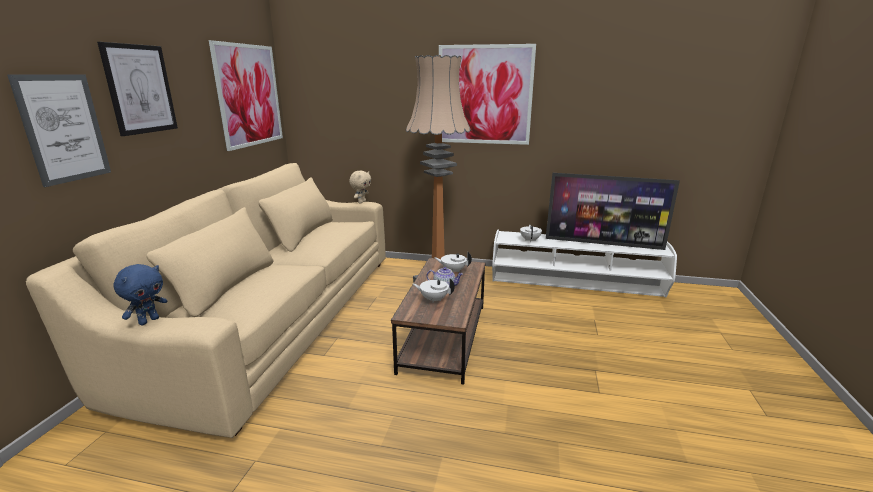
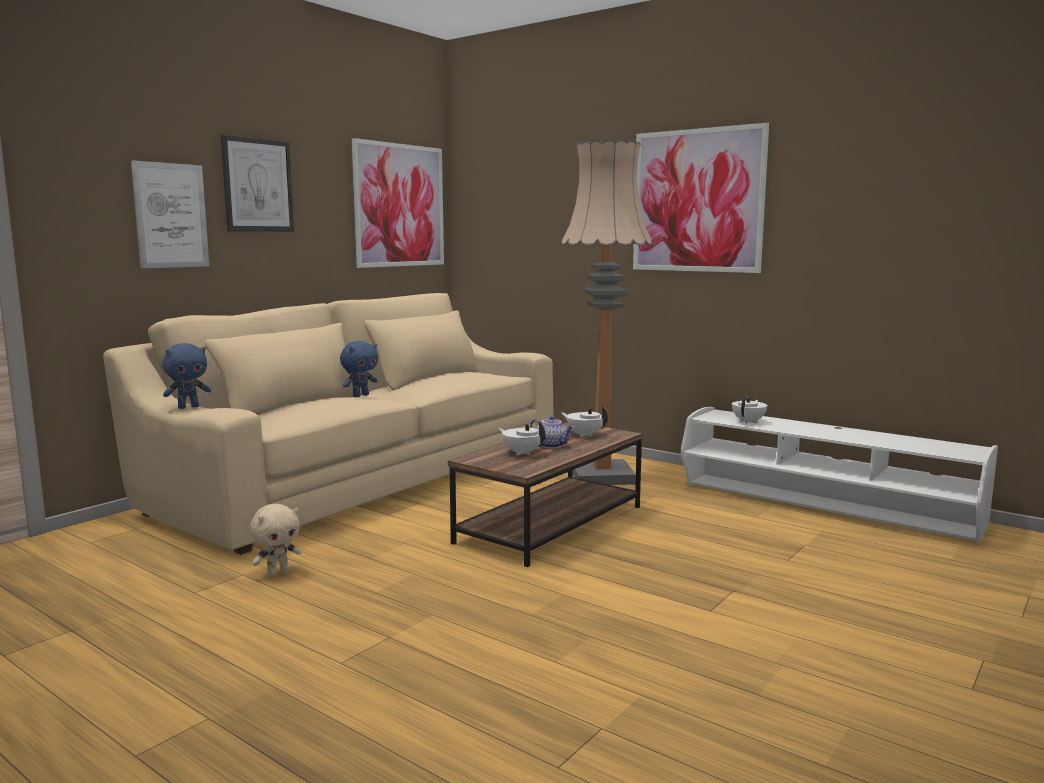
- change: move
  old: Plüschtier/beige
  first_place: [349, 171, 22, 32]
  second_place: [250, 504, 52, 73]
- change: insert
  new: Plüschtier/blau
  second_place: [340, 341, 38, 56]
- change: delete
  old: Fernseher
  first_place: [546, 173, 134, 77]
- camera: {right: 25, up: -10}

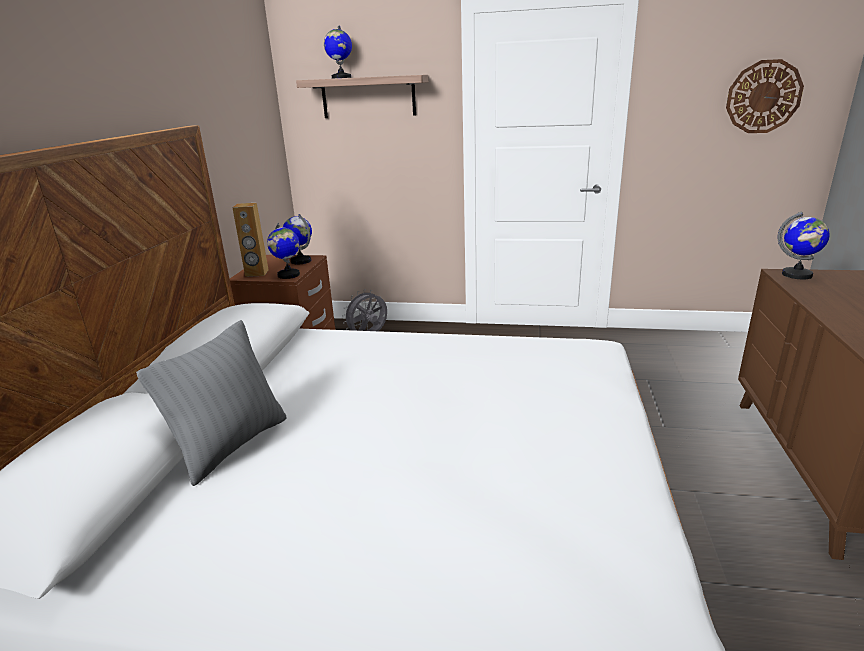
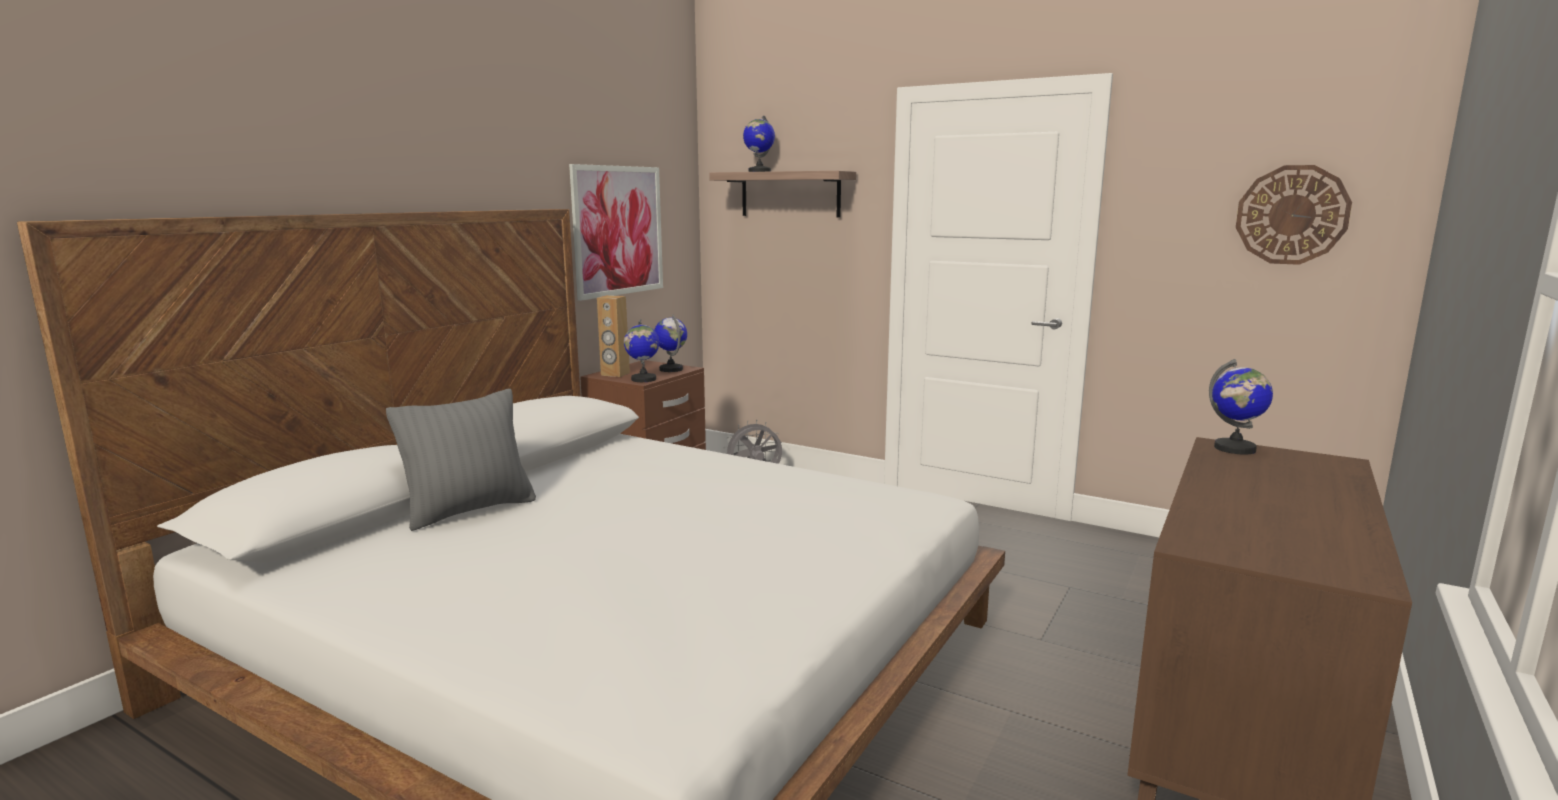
- change: insert
  new: Bild
  second_place: [569, 164, 94, 137]
- camera: {right: 20, up: -10}

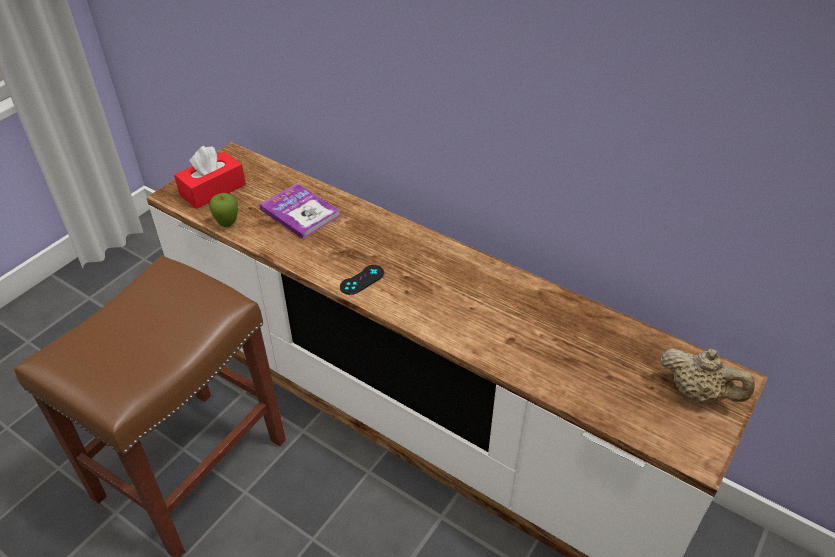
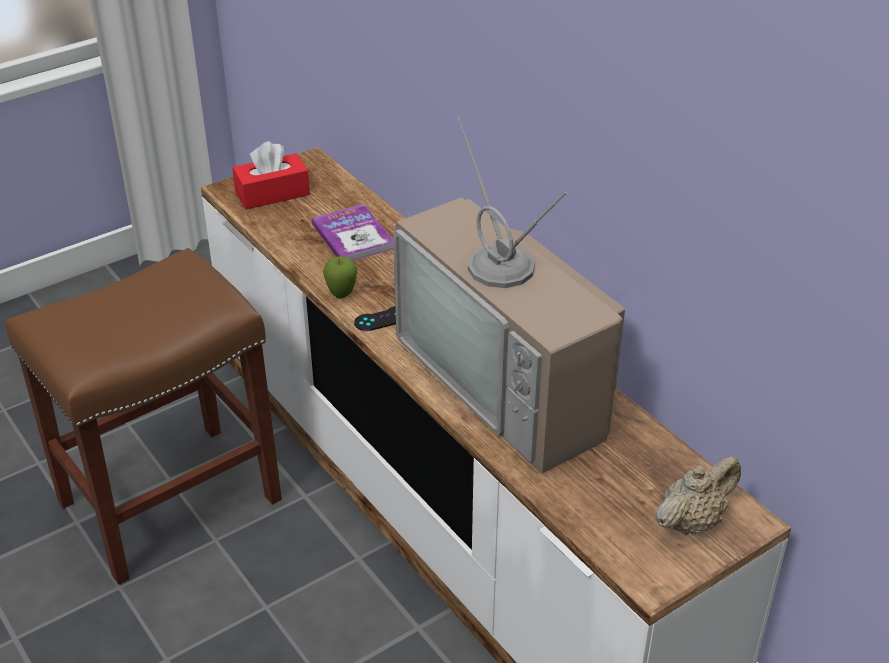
- change: move
  old: Apfel
  first_place: [210, 193, 28, 34]
  second_place: [323, 256, 34, 42]
- change: insert
  new: Fernseher
  second_place: [393, 116, 232, 358]
- change: rotate
  old: Teekanne/beige
  first_place: [660, 349, 95, 54]
  second_place: [655, 456, 86, 79]
  degrees: -90
- camera: {right: 20, up: -5}

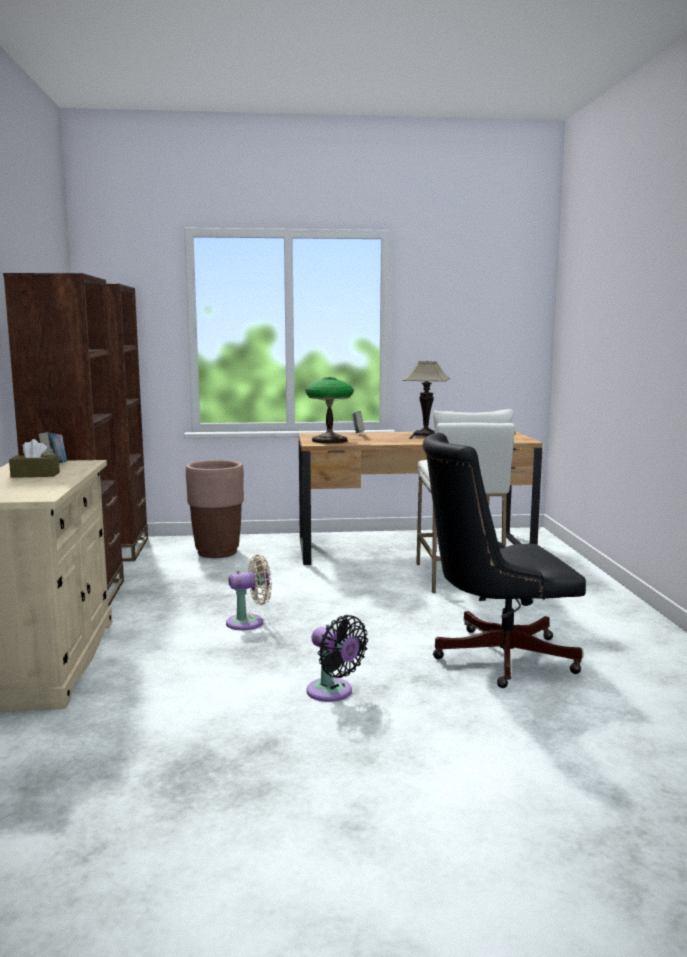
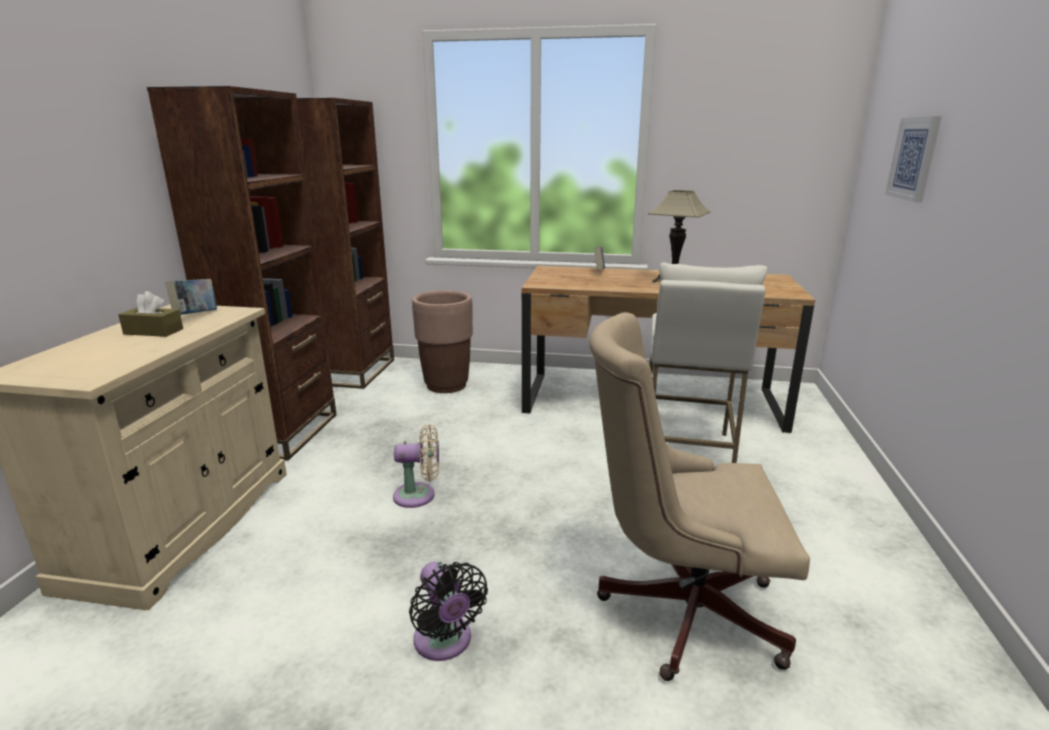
- change: recolor
  old: Bürostuhl/schwarz
  new: Bürostuhl/beige
  first_place: [423, 432, 163, 256]
  second_place: [589, 312, 221, 369]
- change: insert
  new: Bild
  second_place: [885, 116, 57, 87]
- change: delete
  old: Tischlampe
  first_place: [305, 378, 49, 65]
- camera: {right: 15, up: 10}

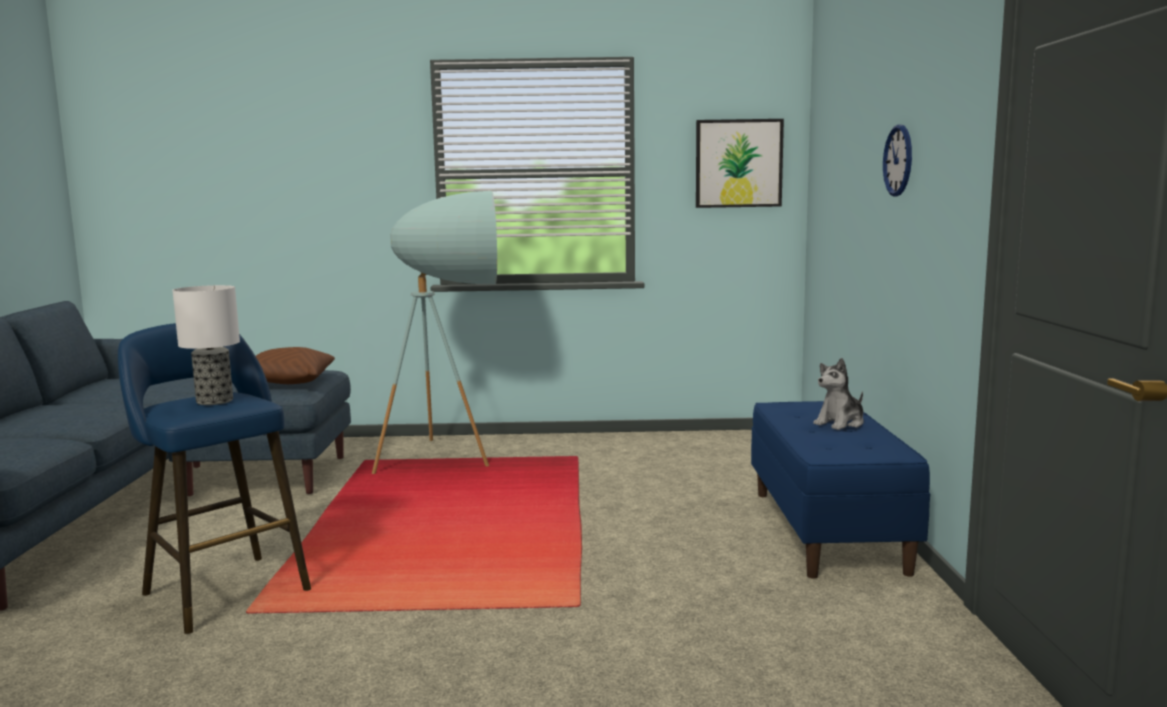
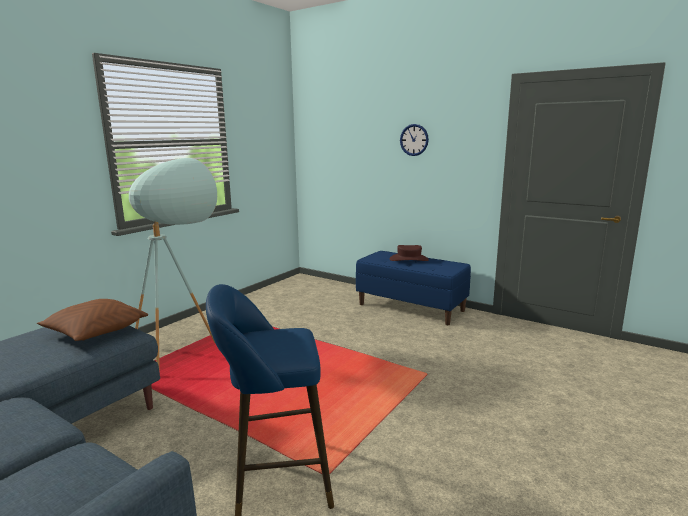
- change: replace
  old: Plüschtier
  new: Hut/braun
  first_place: [813, 358, 51, 72]
  second_place: [390, 245, 39, 16]
- change: delete
  old: Tischlampe
  first_place: [172, 285, 68, 120]
- change: delete
  old: Bild
  first_place: [696, 119, 88, 89]
- camera: {right: -55, up: 5}

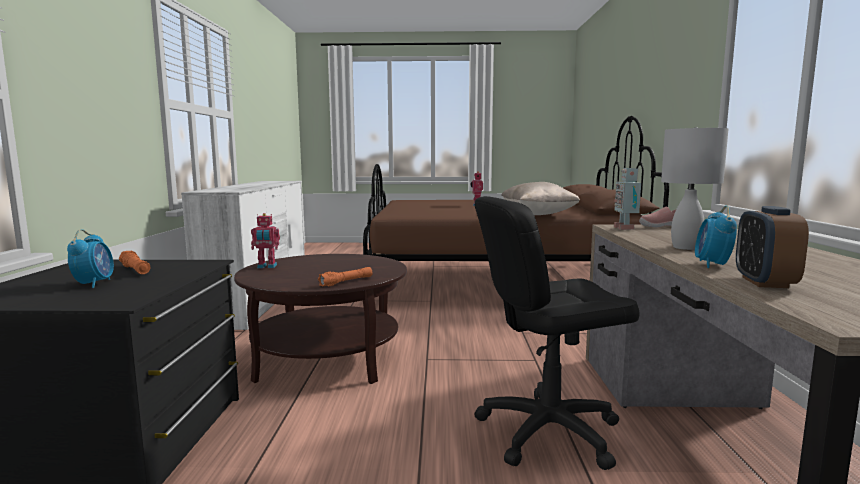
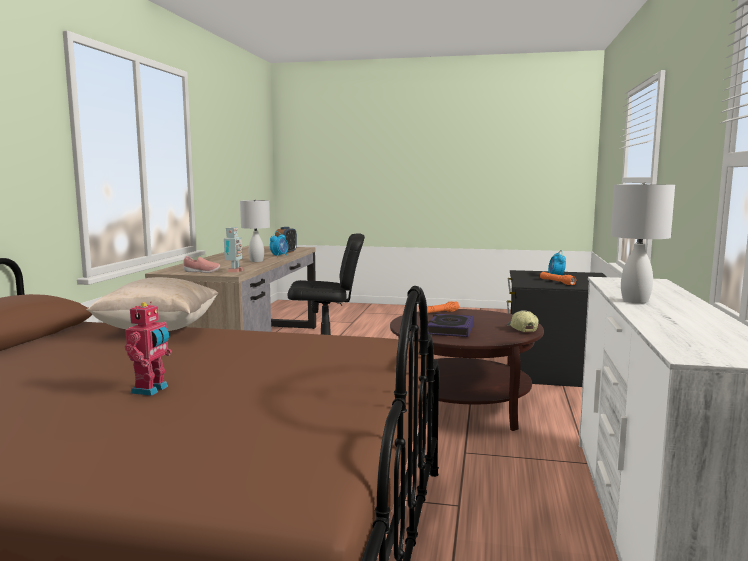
- change: insert
  new: Buch
  second_place: [428, 314, 46, 23]
- change: replace
  old: Spielzeugroboter
  new: Kappe
  first_place: [251, 213, 29, 56]
  second_place: [507, 310, 32, 22]
- change: insert
  new: Tischlampe/weiß
  second_place: [611, 182, 64, 121]
- camera: {right: -170, up: 0}

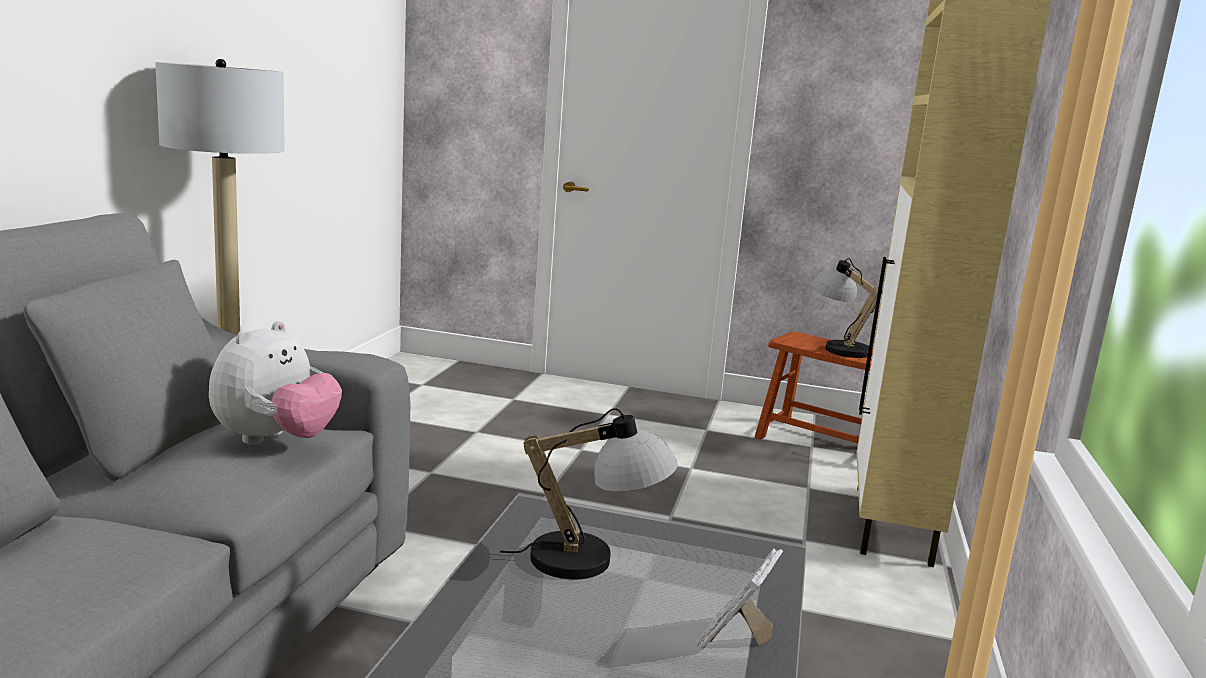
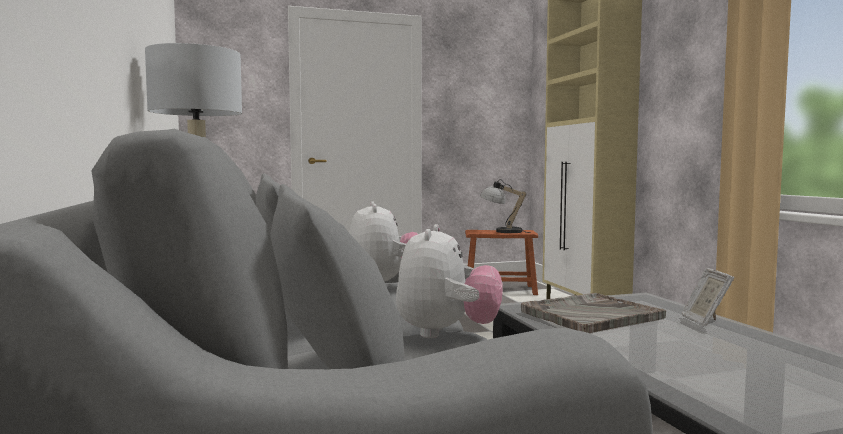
- change: insert
  new: Plüschtier
  second_place: [396, 224, 107, 114]
- change: replace
  old: Tischlampe
  new: Tablett/grau
  first_place: [500, 408, 178, 172]
  second_place: [521, 293, 145, 40]
- camera: {right: -30, up: -10}

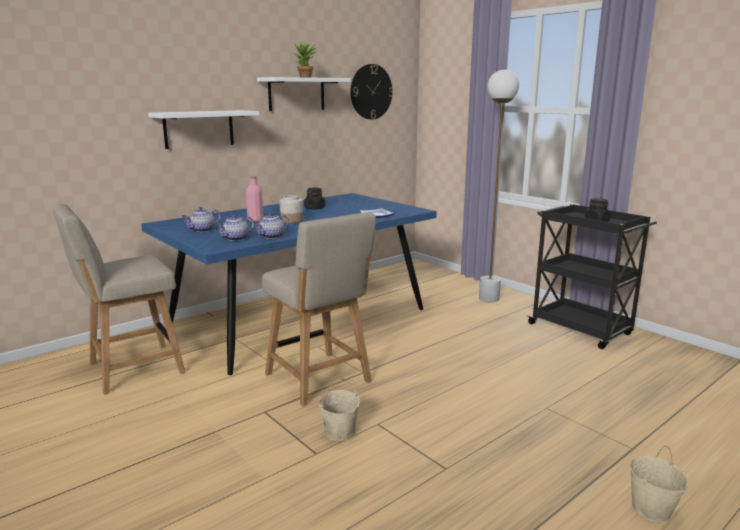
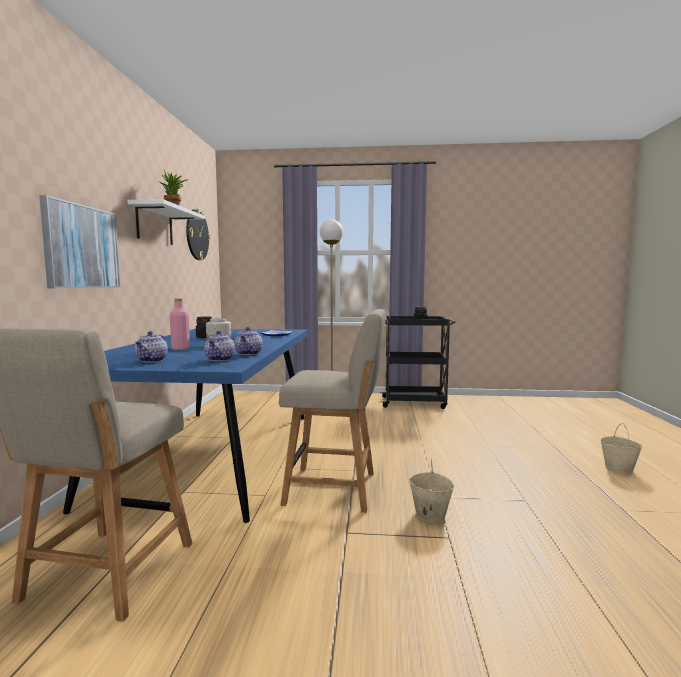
- change: replace
  old: Wandregal/weiß
  new: Bild
  first_place: [148, 110, 111, 39]
  second_place: [39, 195, 81, 93]
- camera: {right: -45, up: -10}

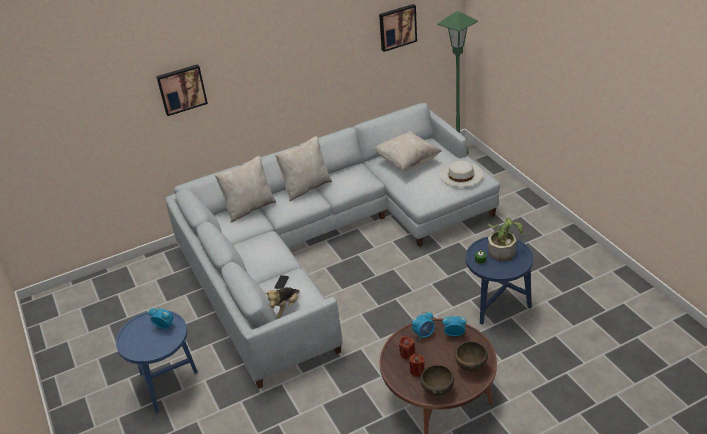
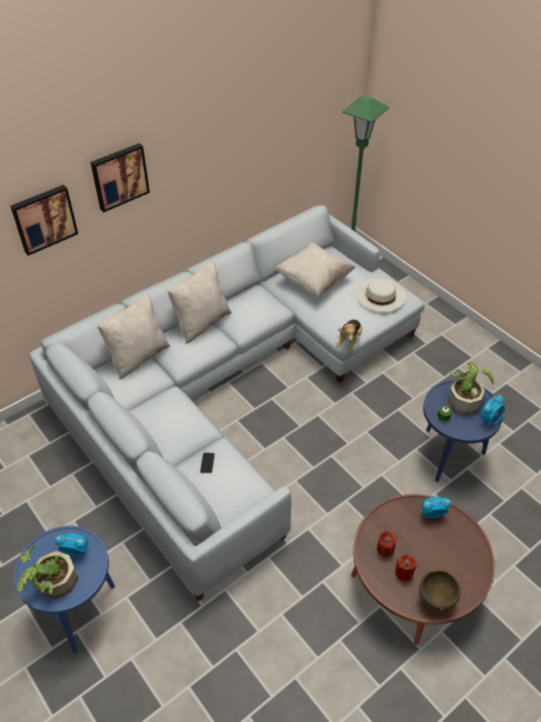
- change: insert
  new: Topfpflanze
  second_place: [17, 544, 61, 55]
- change: move
  old: Bild
  first_place: [379, 4, 38, 48]
  second_place: [91, 143, 59, 69]
- change: move
  old: Plüschtier
  first_place: [265, 287, 35, 32]
  second_place: [336, 319, 26, 33]
- change: move
  old: Wecker
  first_place: [412, 312, 23, 29]
  second_place: [481, 395, 24, 33]
- change: delete
  old: Schüssel/braun
  first_place: [455, 342, 33, 30]
- camera: {right: -15, up: 10}

